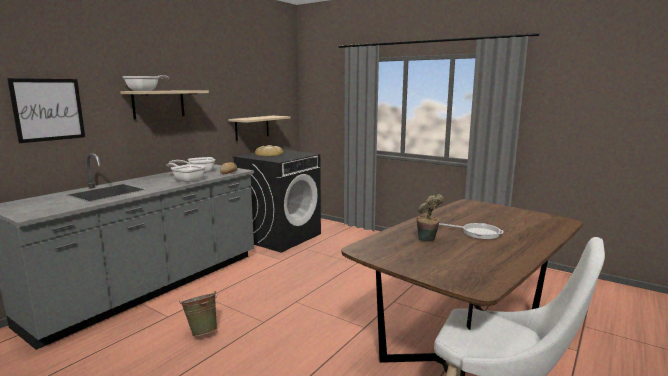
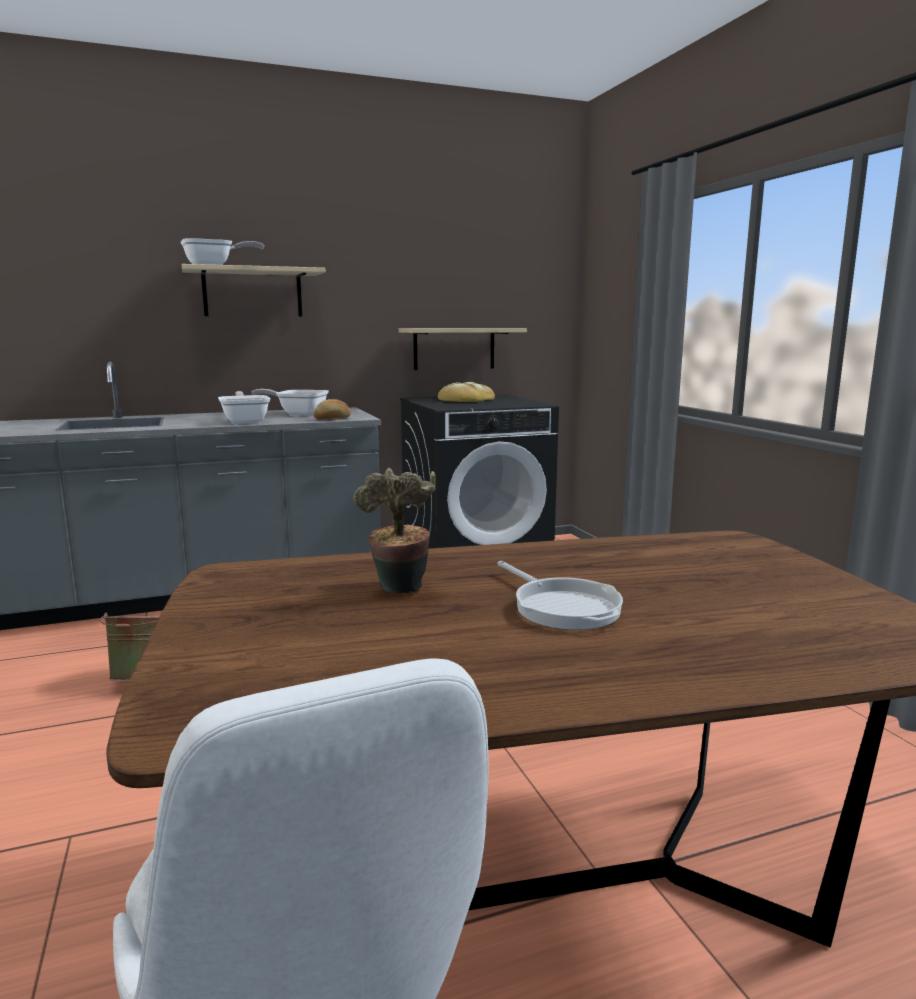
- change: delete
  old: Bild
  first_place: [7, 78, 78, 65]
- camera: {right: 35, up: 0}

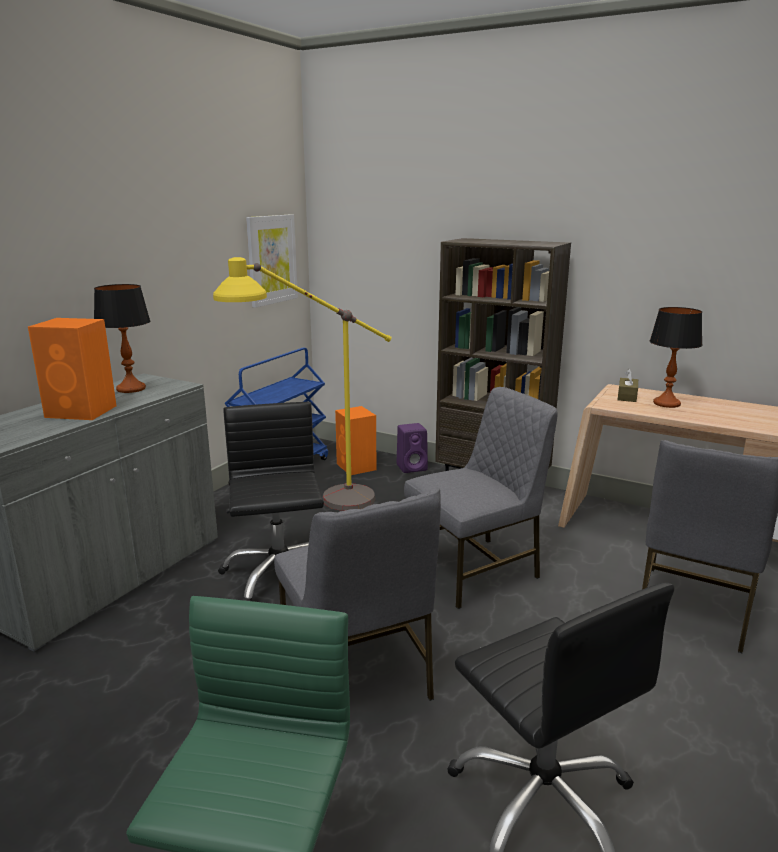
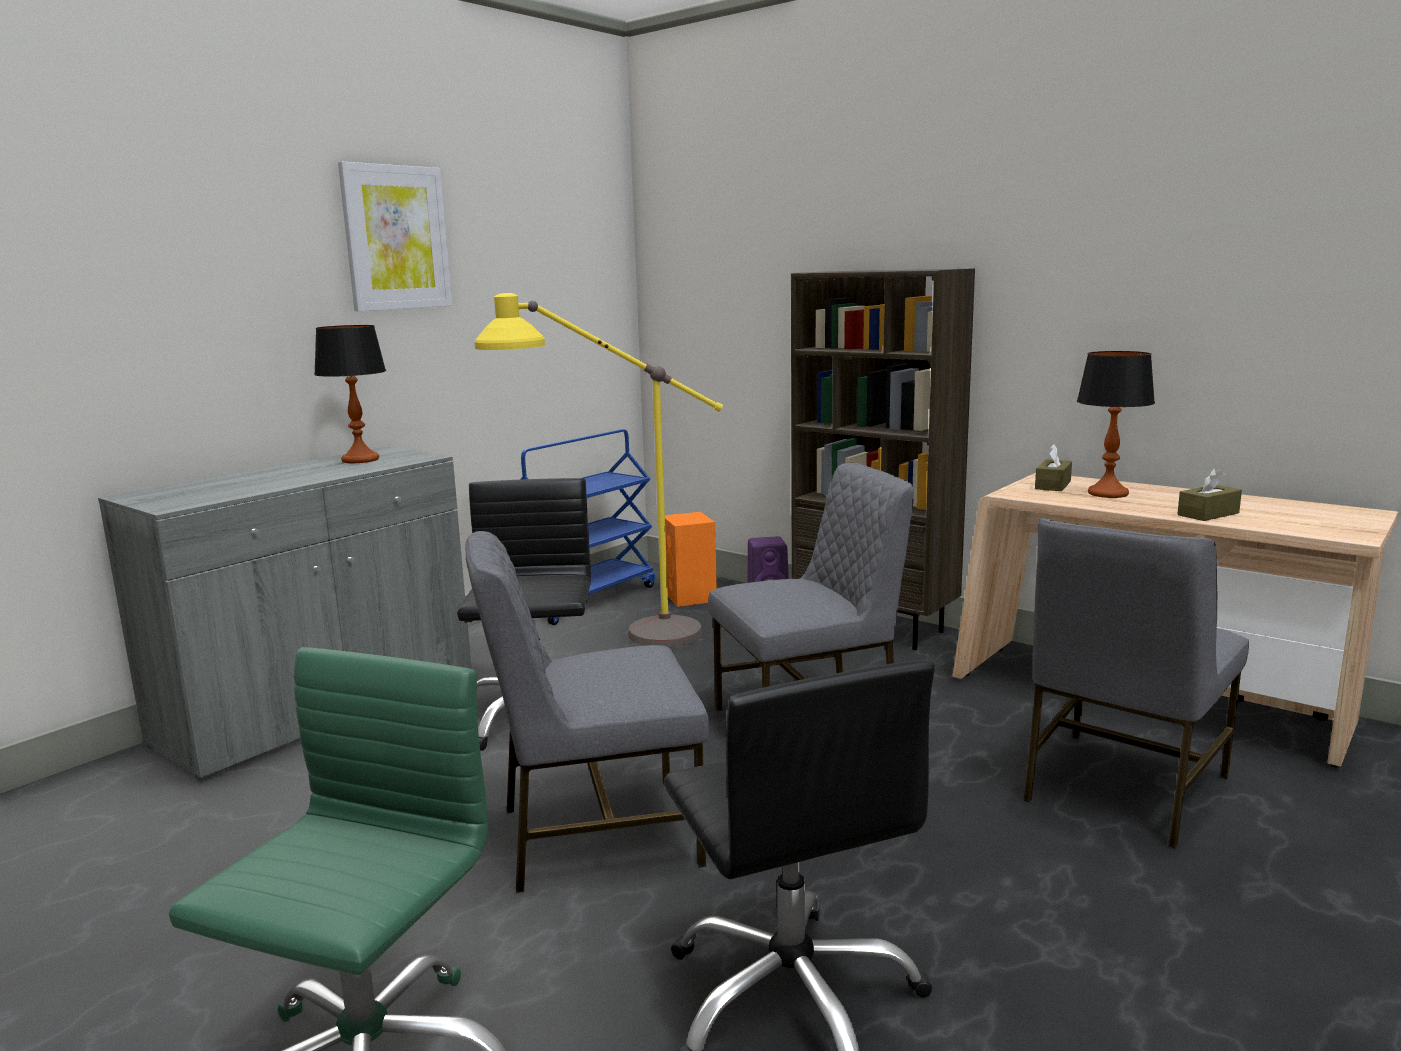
- change: move
  old: Bild
  first_place: [246, 214, 52, 94]
  second_place: [338, 162, 114, 149]
- change: rotate
  old: Stuhl/grau
  first_place: [274, 488, 167, 213]
  second_place: [465, 531, 244, 362]
  degrees: 90
- change: insert
  new: Taschentuchbox/braun
  second_place: [1177, 467, 65, 54]
- change: delete
  old: Lautsprecher/orange
  first_place: [28, 318, 89, 102]
- camera: {right: 10, up: -5}

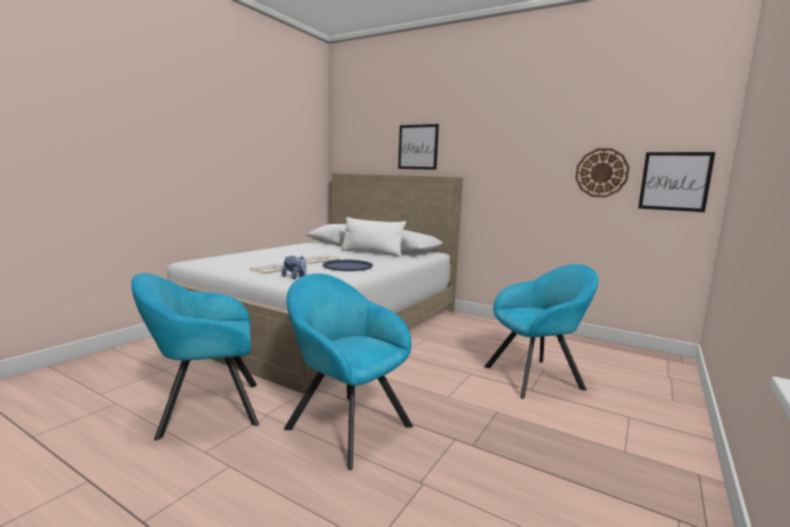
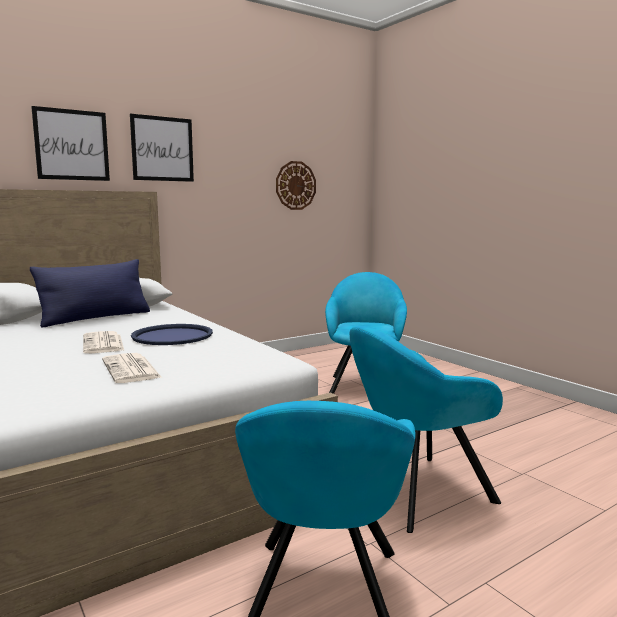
- change: recolor
  old: Kissen/weiß
  new: Kissen/blau
  first_place: [340, 217, 66, 40]
  second_place: [30, 259, 120, 69]
- change: move
  old: Bild
  first_place: [638, 152, 77, 60]
  second_place: [130, 114, 64, 68]
- change: delete
  old: Plüschtier
  first_place: [282, 255, 25, 25]
- camera: {right: -65, up: 0}

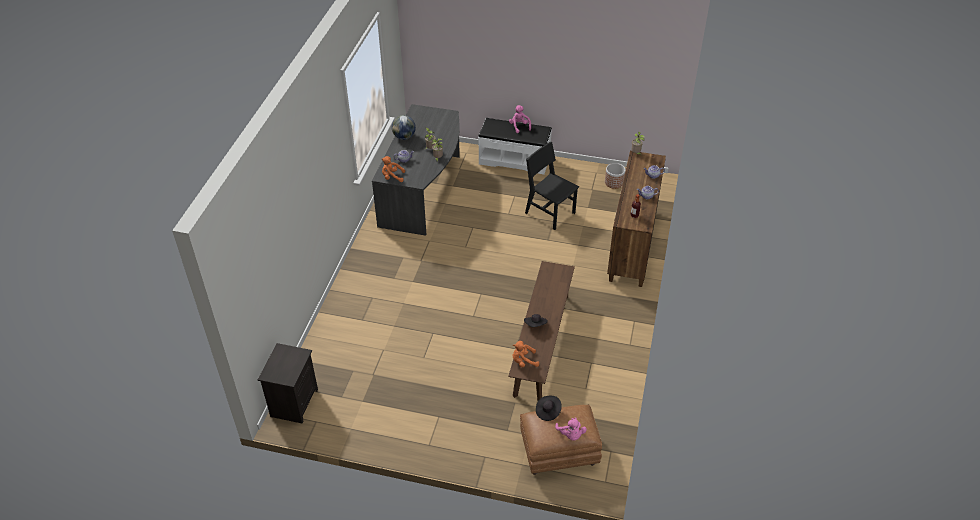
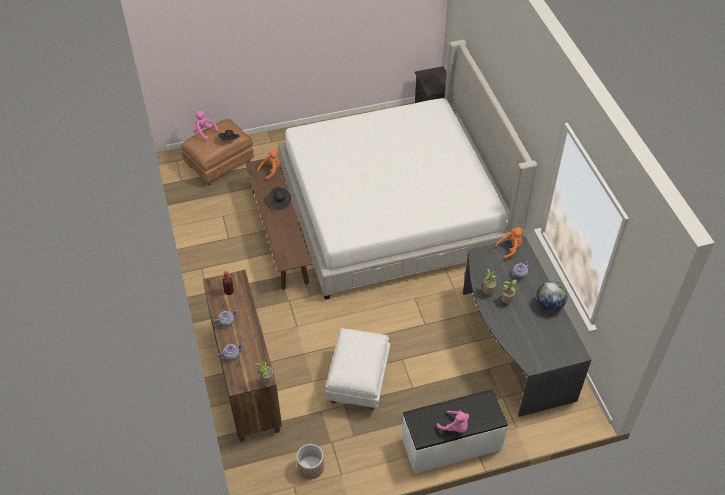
- change: insert
  new: Bett
  second_place: [278, 40, 259, 260]
- change: replace
  old: Stuhl/schwarz
  new: Polsterhocker/weiß
  first_place: [525, 141, 54, 89]
  second_place: [325, 328, 65, 82]
- camera: {right: 150, up: 5}

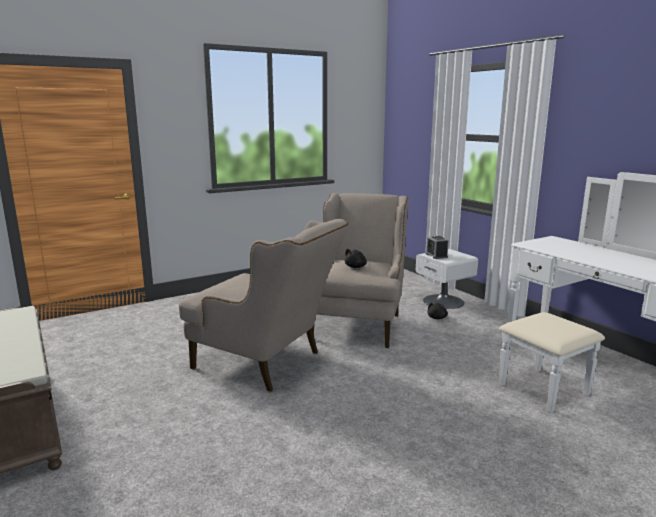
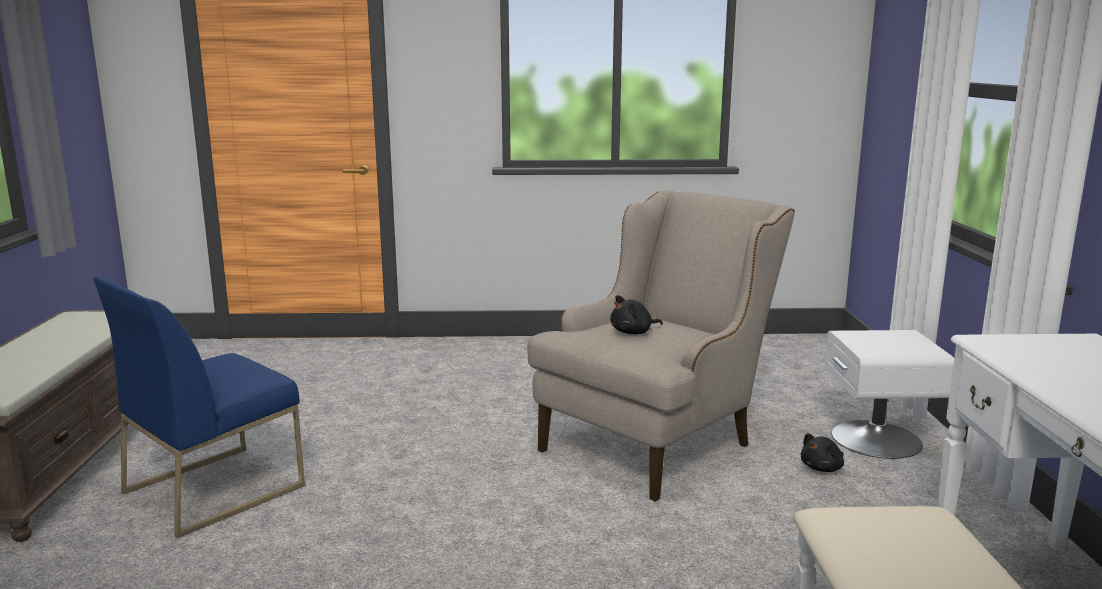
- change: insert
  new: Stuhl/blau
  second_place: [93, 277, 212, 261]
- change: delete
  old: Sessel/beige
  first_place: [179, 219, 169, 173]
- change: delete
  old: Wecker
  first_place: [426, 236, 22, 23]
- camera: {right: 30, up: 0}

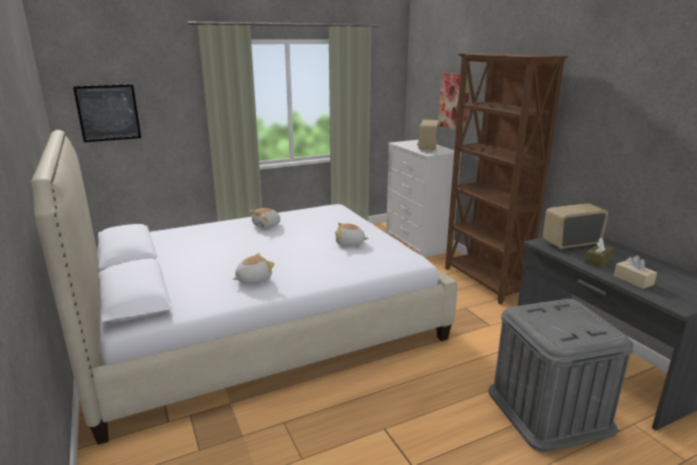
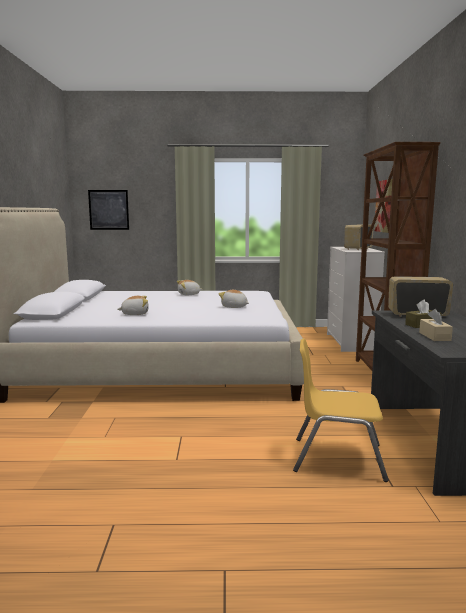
- change: replace
  old: Aufbewahrungsbox/grau
  new: Stuhl/gelb
  first_place: [488, 299, 146, 153]
  second_place: [293, 338, 96, 144]
- camera: {right: 25, up: -10}

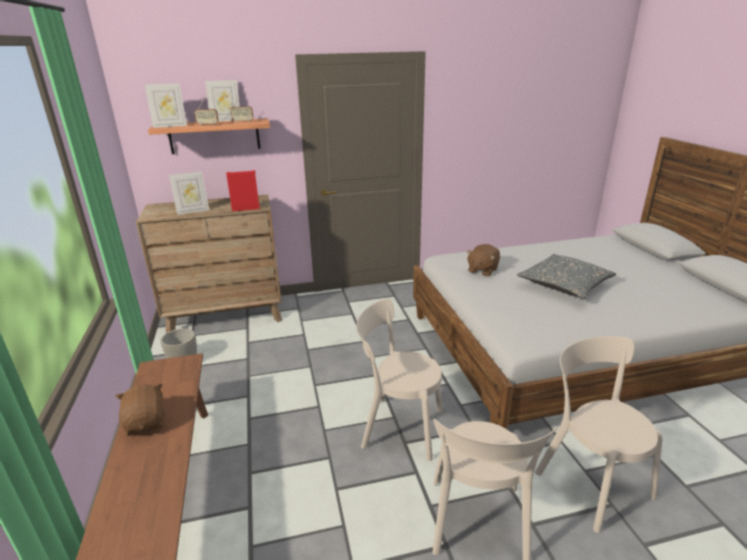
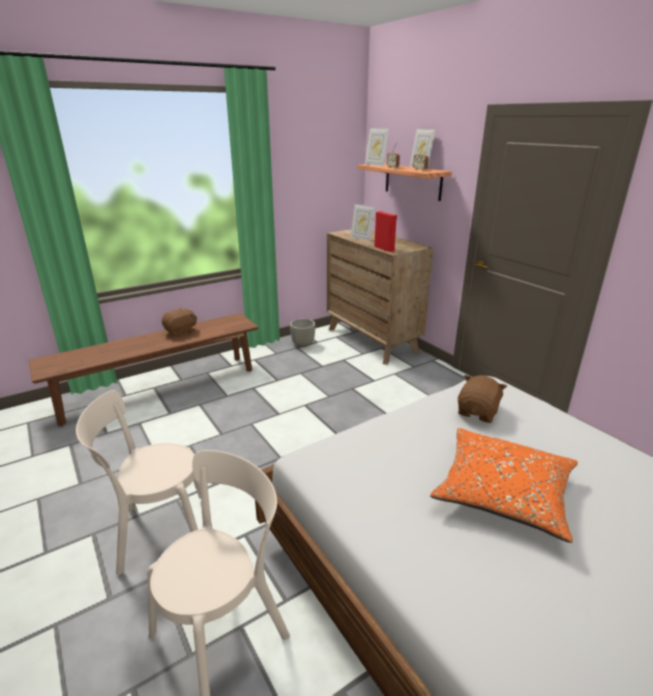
- change: recolor
  old: Kissen/grau
  new: Kissen/orange
  first_place: [517, 254, 99, 45]
  second_place: [430, 428, 148, 115]
- change: rotate
  old: Plüschtier/braun
  first_place: [467, 244, 33, 32]
  second_place: [458, 375, 49, 48]
  degrees: 105
- change: delete
  old: Stuhl/beige
  first_place: [356, 299, 87, 162]
- camera: {right: 70, up: 0}

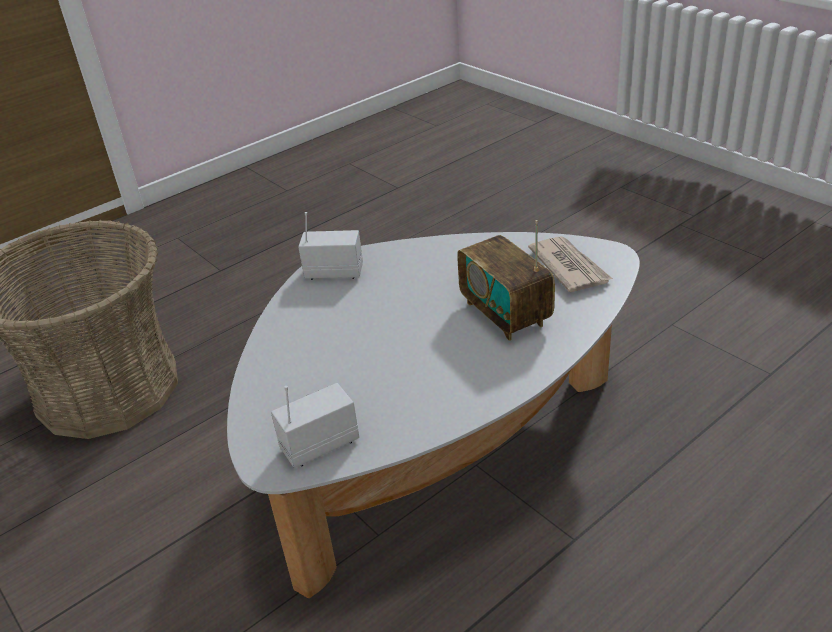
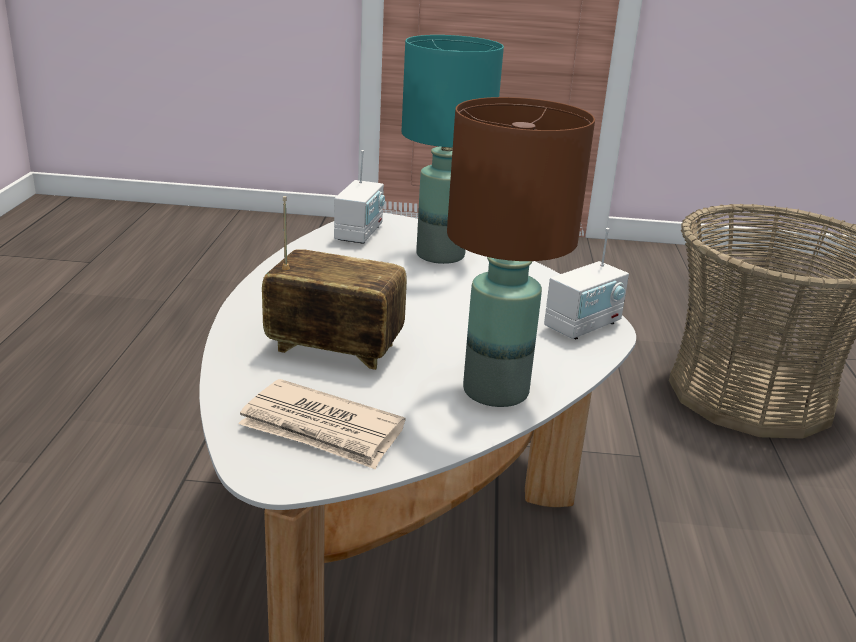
- change: insert
  new: Tischlampe/türkis
  second_place: [402, 35, 102, 229]
- change: insert
  new: Tischlampe/braun
  second_place: [447, 97, 148, 310]
- camera: {right: 130, up: -10}

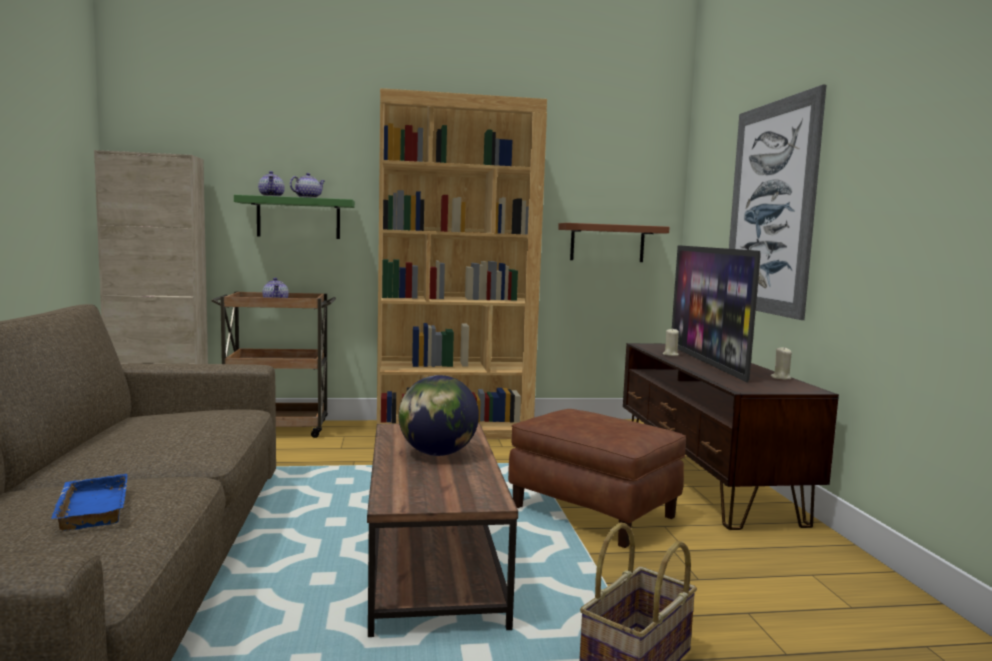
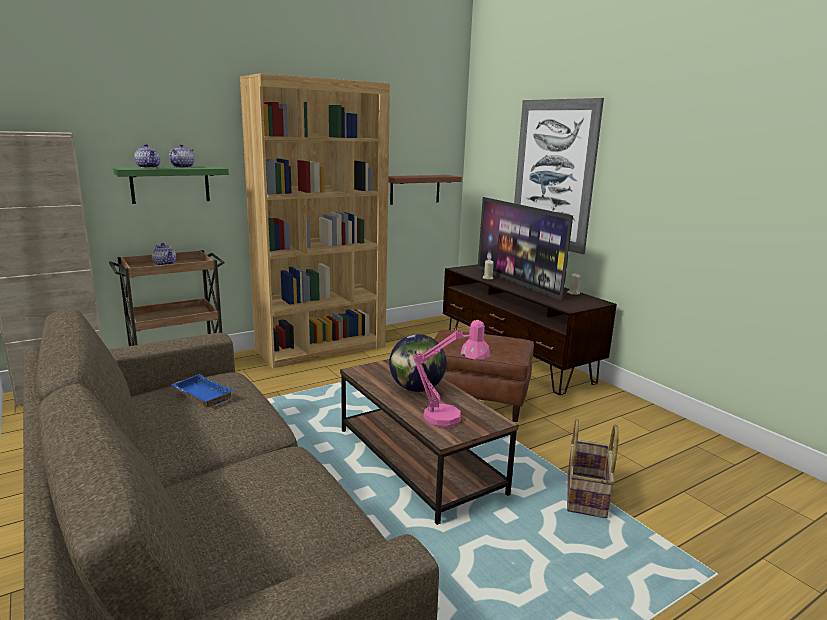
- change: move
  old: Tablett/blau
  first_place: [51, 474, 76, 57]
  second_place: [171, 374, 63, 33]
- change: insert
  new: Tischlampe/rosa
  second_place: [413, 320, 77, 107]
- camera: {right: -25, up: 10}

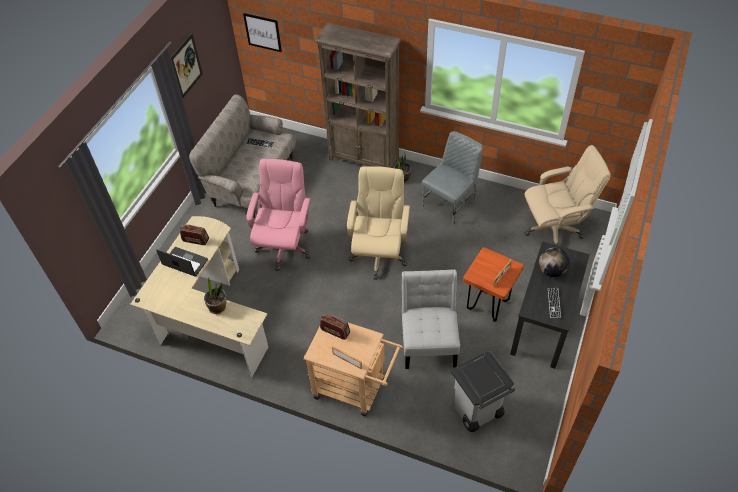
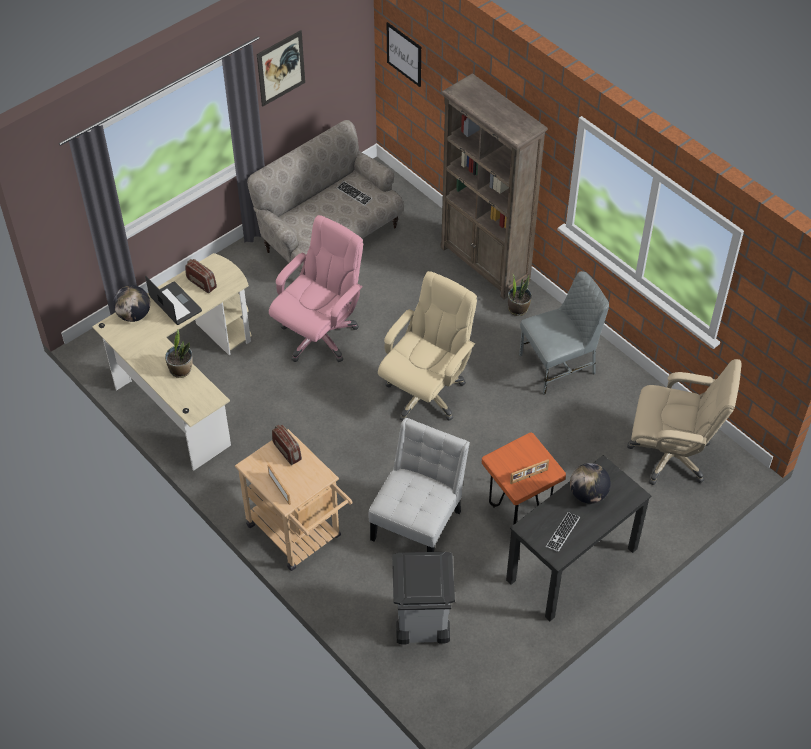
- change: insert
  new: Globus
  second_place: [113, 285, 37, 37]
- camera: {right: 25, up: 0}

